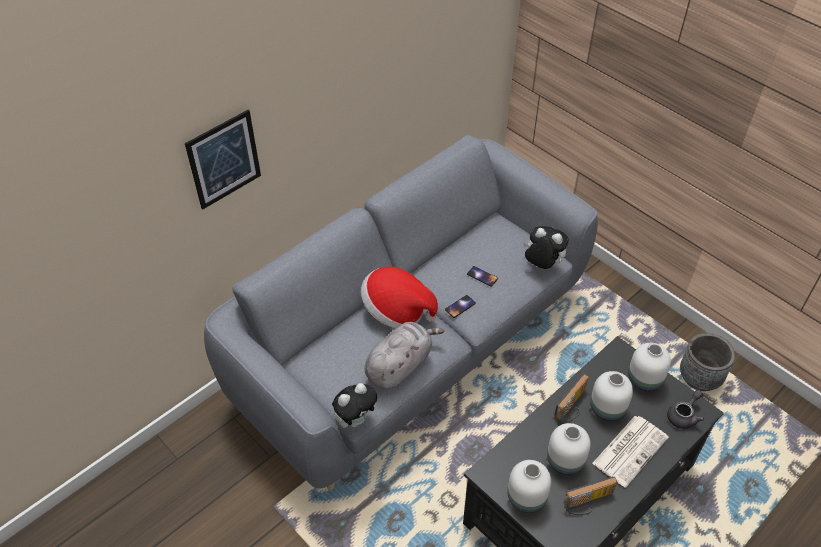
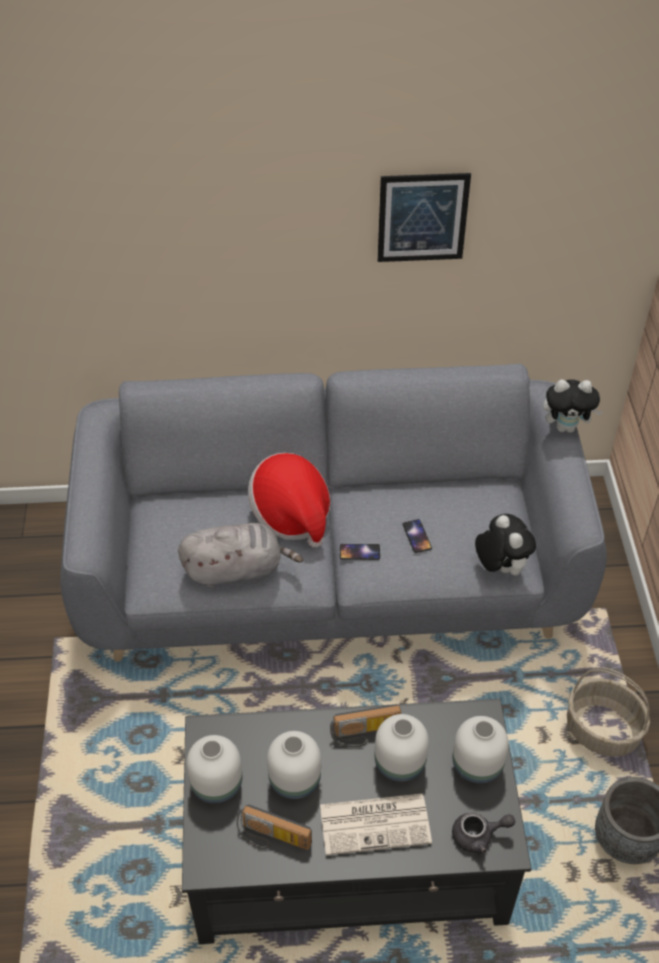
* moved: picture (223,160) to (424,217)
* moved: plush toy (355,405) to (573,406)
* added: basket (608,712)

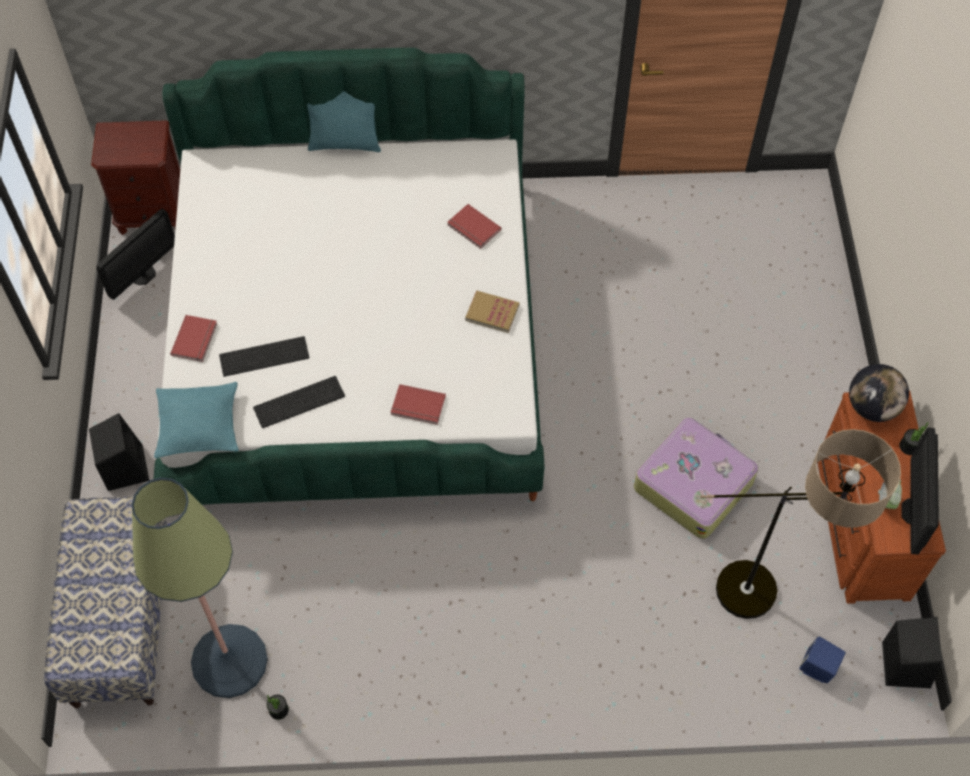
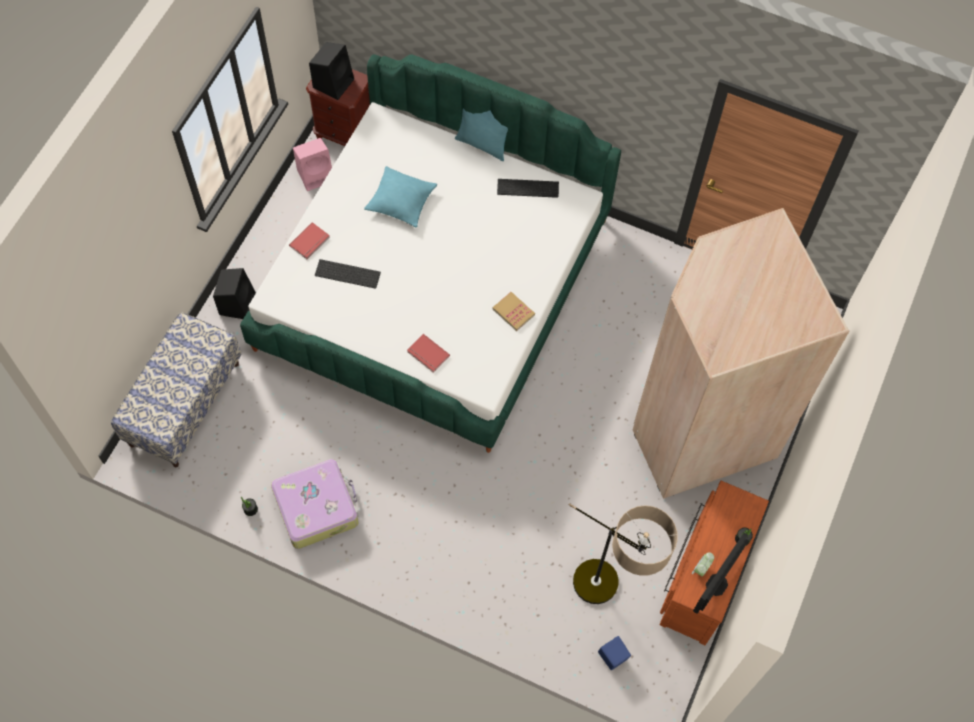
* replaced: monitor (135,254) to pink speaker (312,164)
* removed: floor lamp (199,588)
* moved: turquoise pillow (196,420) to (400,196)
* moved: keyboard (299,402) to (528,188)
* removed: red book (474,226)
* moved: suitcase (696,478) to (315,504)
* removed: globe (879,393)
* moved: black speaker (912,652) to (331,71)
* added: beige wardrobe (741,353)

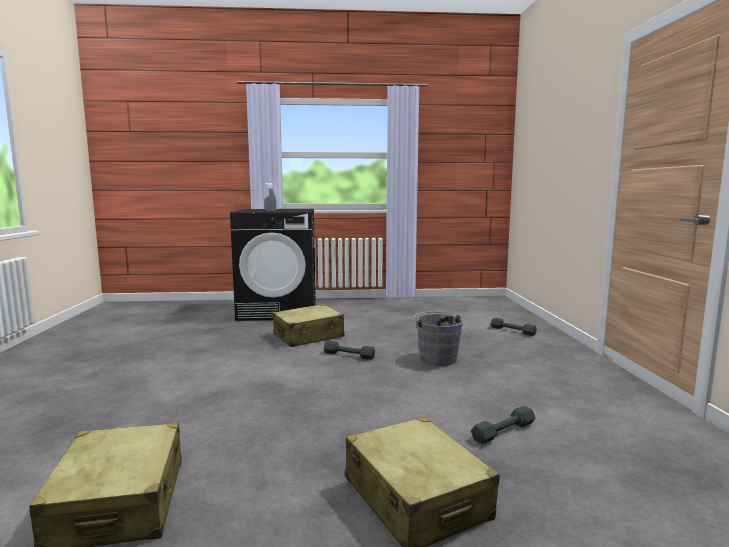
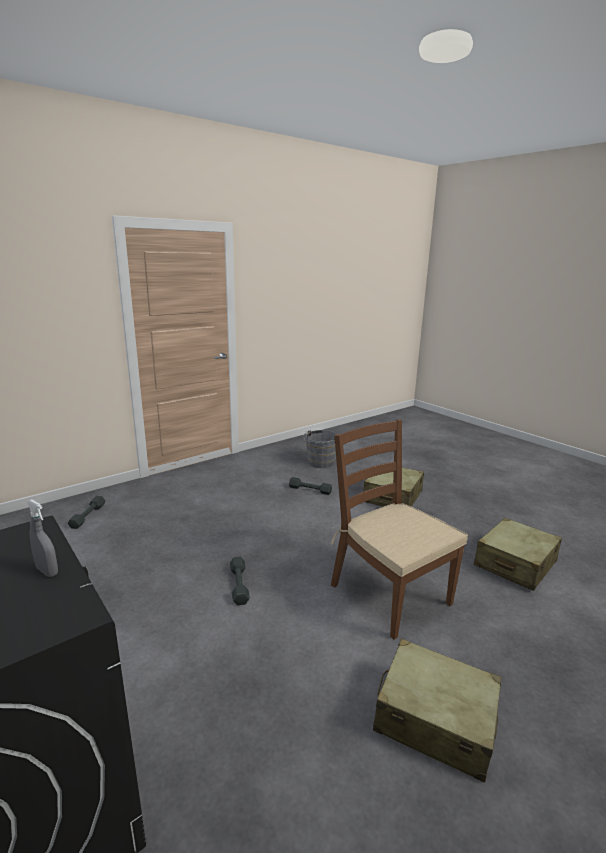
* moved: beige suitcase (309,325) to (437,711)
* moved: grey bucket (438,339) to (320,449)
* added: brown chair (399,529)

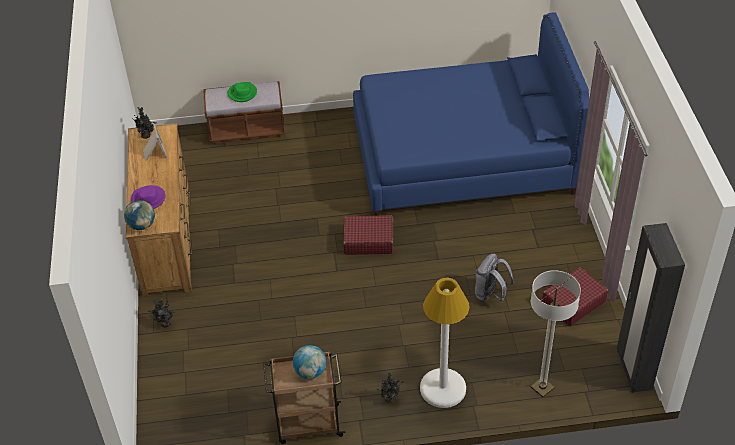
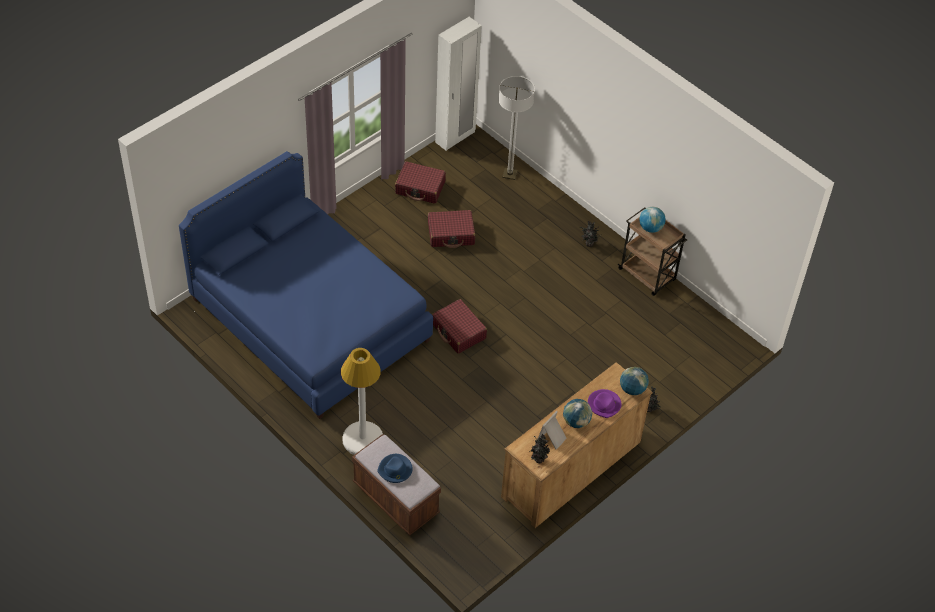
* recoloured: green hat (242,92) to blue hat (395,468)
* moved: white floor lamp (445,343) to (362,401)
* replaced: grey backpack (494,278) to red suitcase (451,229)
* recoloured: black wardrobe (651,308) to white wardrobe (458,84)
* added: globe (577,413)

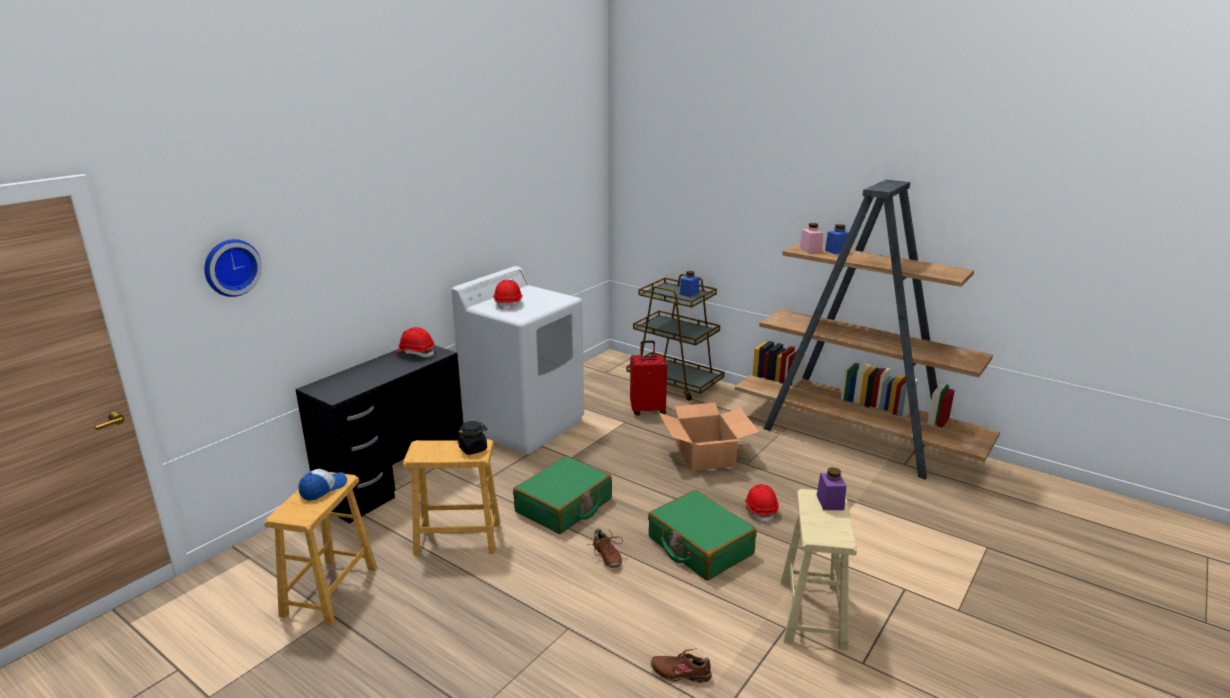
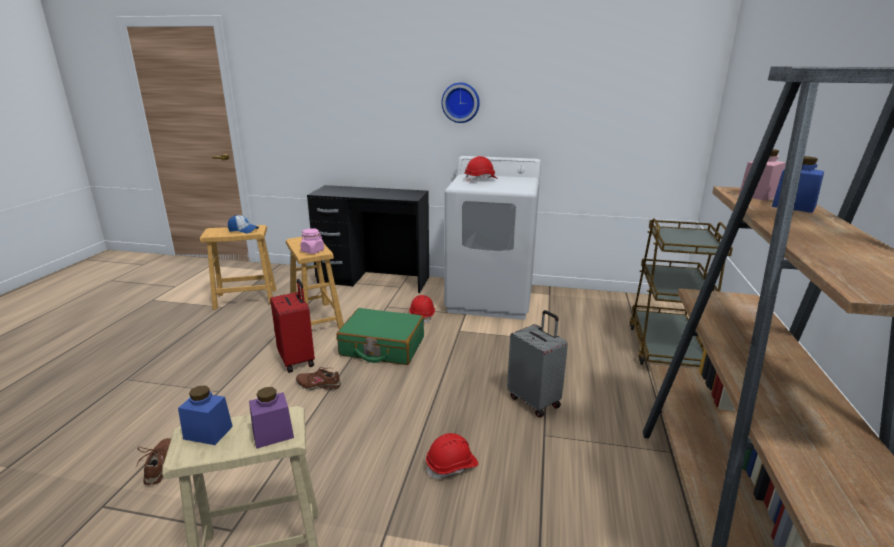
* moved: wall clock (233,268) to (461,102)
* moved: red hard hat (415,342) to (422,310)
* recoloured: black jar (472,438) to pink jar (312,241)
* turned: brown shoe (605,548) = (318,378) 60 degrees clockwise
* moved: red suitcase (648,378) to (292,326)
* removed: green suitcase (702,535)
* replaced: cardboard box (708,437) to grey suitcase (537,364)
* moved: blue jar (689,284) to (205,415)

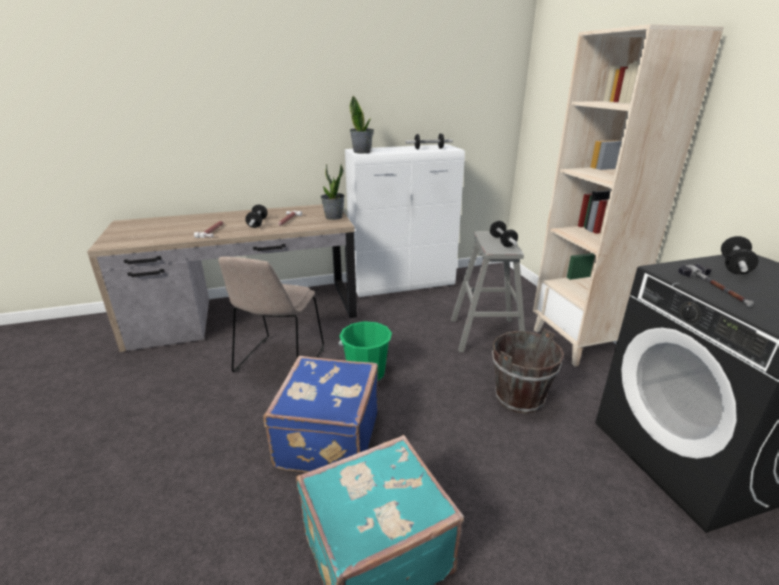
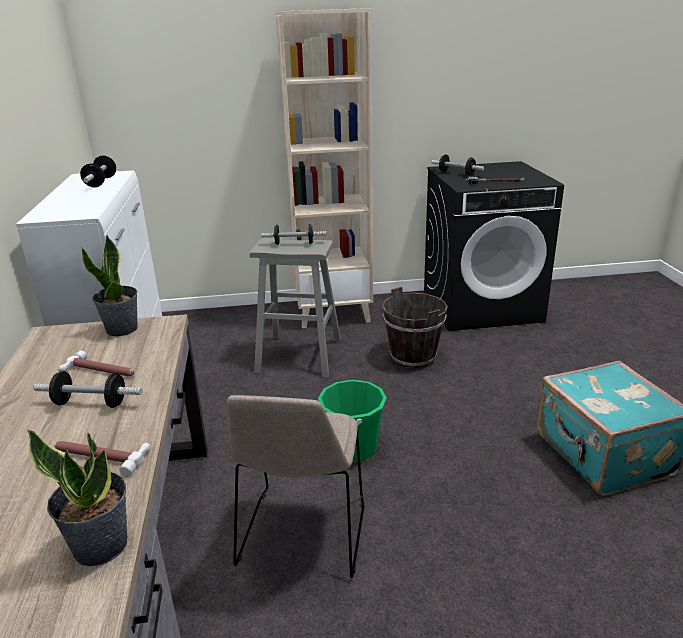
* turned: beige chair (271,314) = (296,486) 75 degrees clockwise
* removed: blue suitcase (320,414)
* moved: potted plant (362,124) to (77,497)

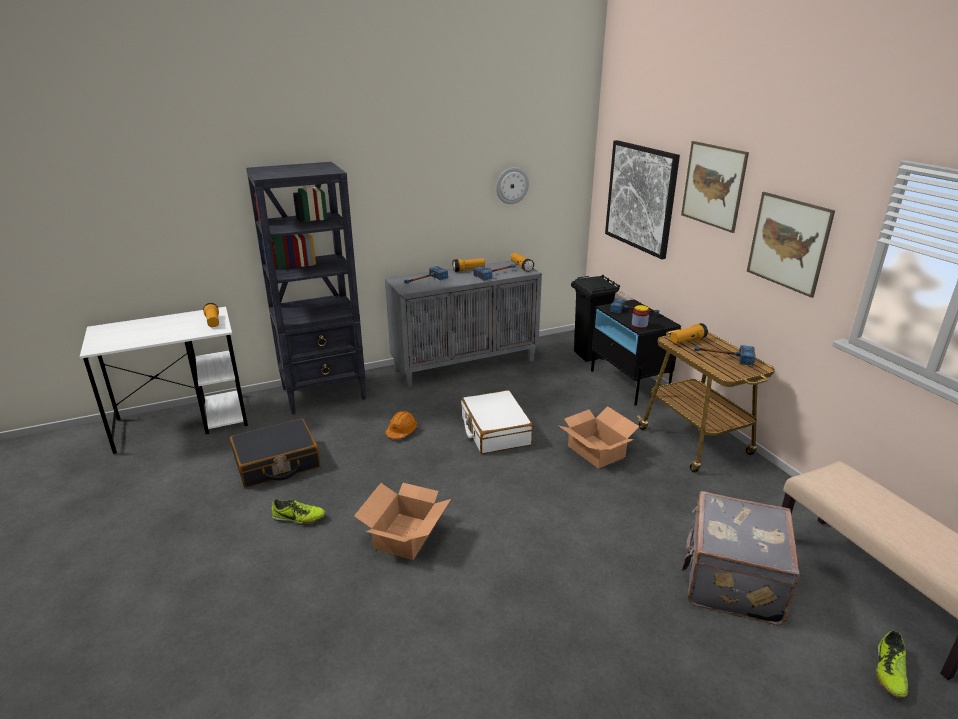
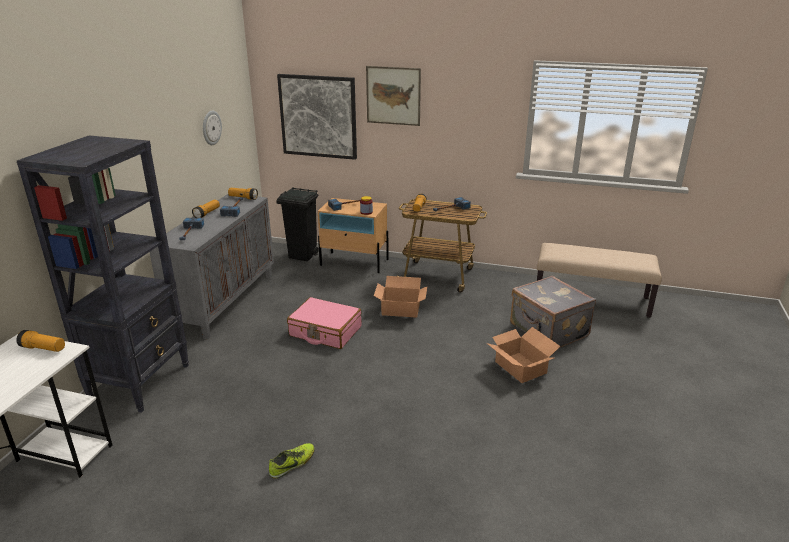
* removed: black suitcase (275,453)
* moved: cardboard box (402,521) to (523,355)
* removed: orange hard hat (401,425)
* recoloured: white suitcase (497,422) to pink suitcase (324,323)
* recoloured: black nightstand (636,352) to beige nightstand (353,235)
* removed: picture (791,245)
* removed: shoe (892,664)

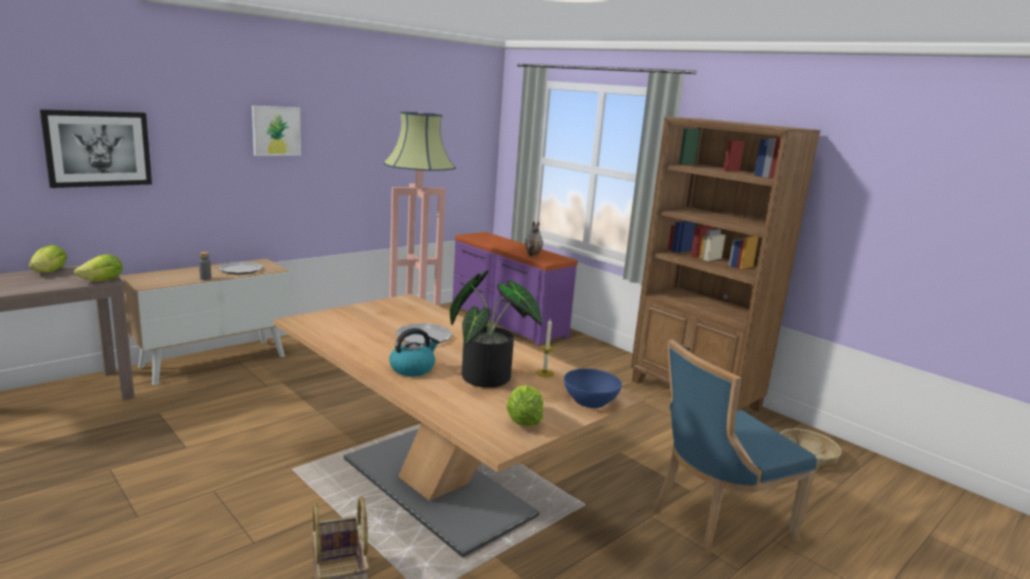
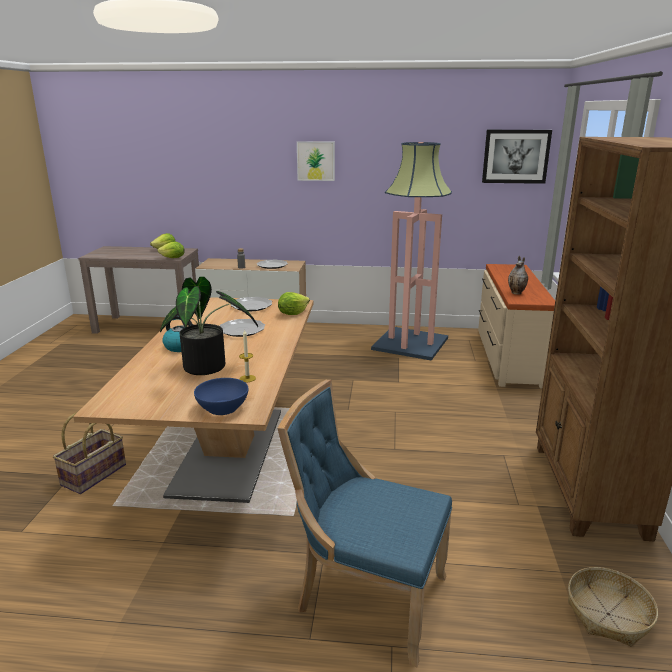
* moved: picture (96,148) to (517,157)
* recoloured: purple dresser (515,289) to beige dresser (516,326)
* moved: lettuce (525,405) to (294,303)
* added: plate (251,304)

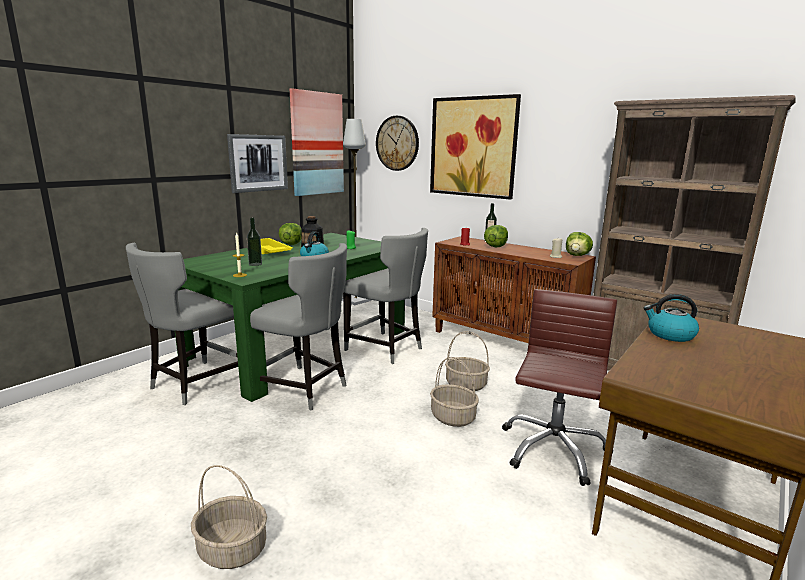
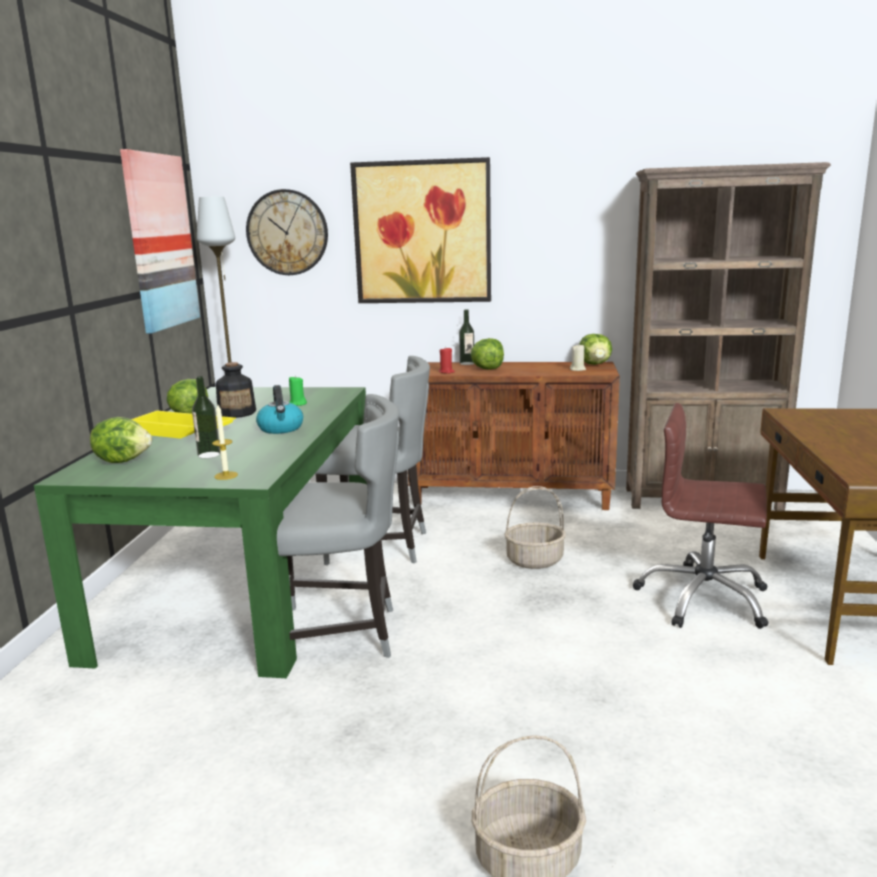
* removed: grey chair (182,324)
* removed: picture (257,163)
* removed: basket (454,392)
* turned: brown office chair (559,387) = (701,516) 60 degrees counterclockwise
* removed: kettle (671,318)
* added: lettuce (121,440)

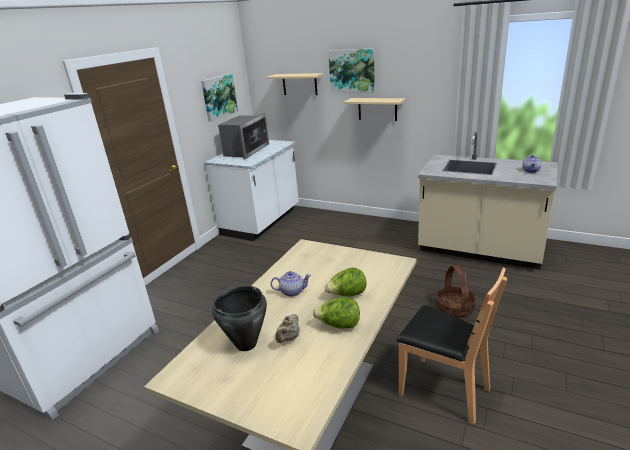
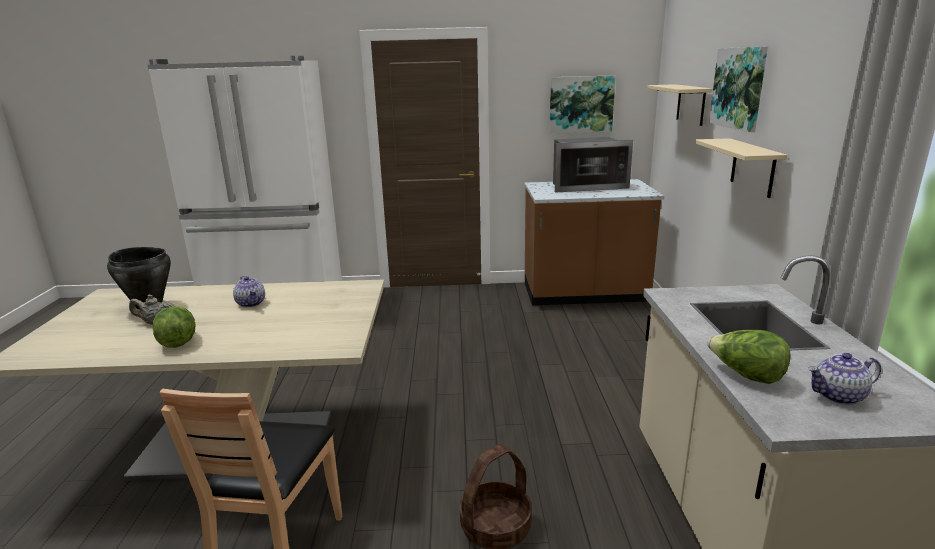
* recoloured: white counter (251,190) to brown counter (594,242)
* moved: lettuce (345,282) to (749,357)

